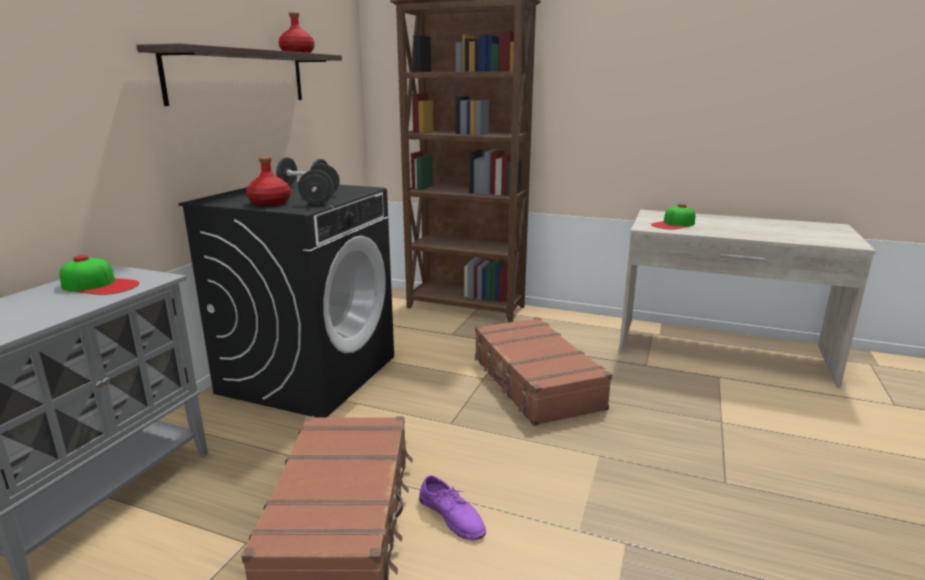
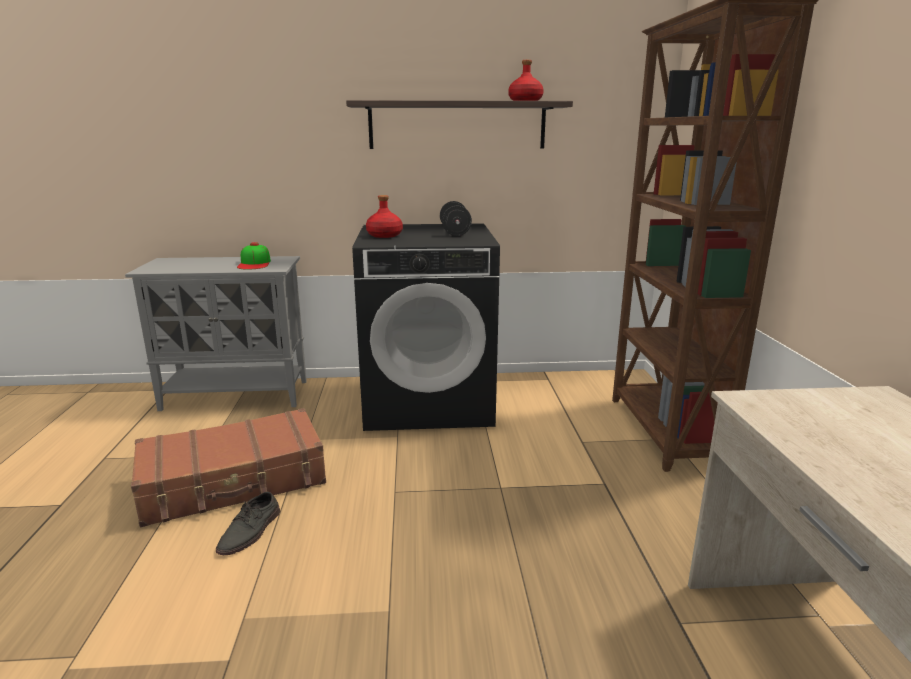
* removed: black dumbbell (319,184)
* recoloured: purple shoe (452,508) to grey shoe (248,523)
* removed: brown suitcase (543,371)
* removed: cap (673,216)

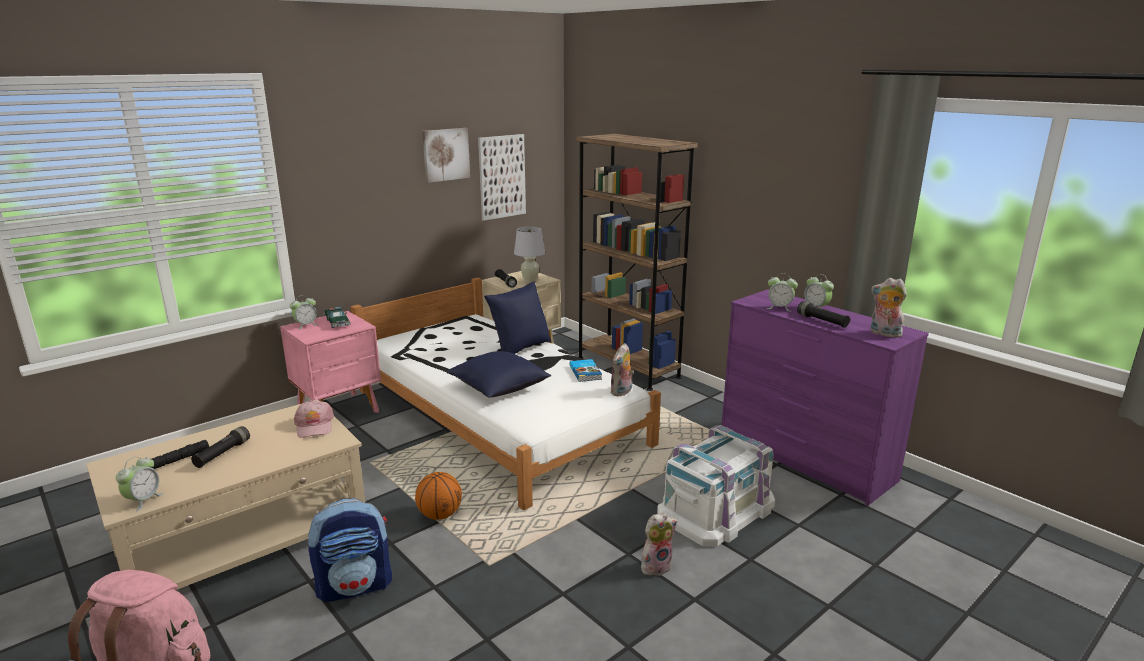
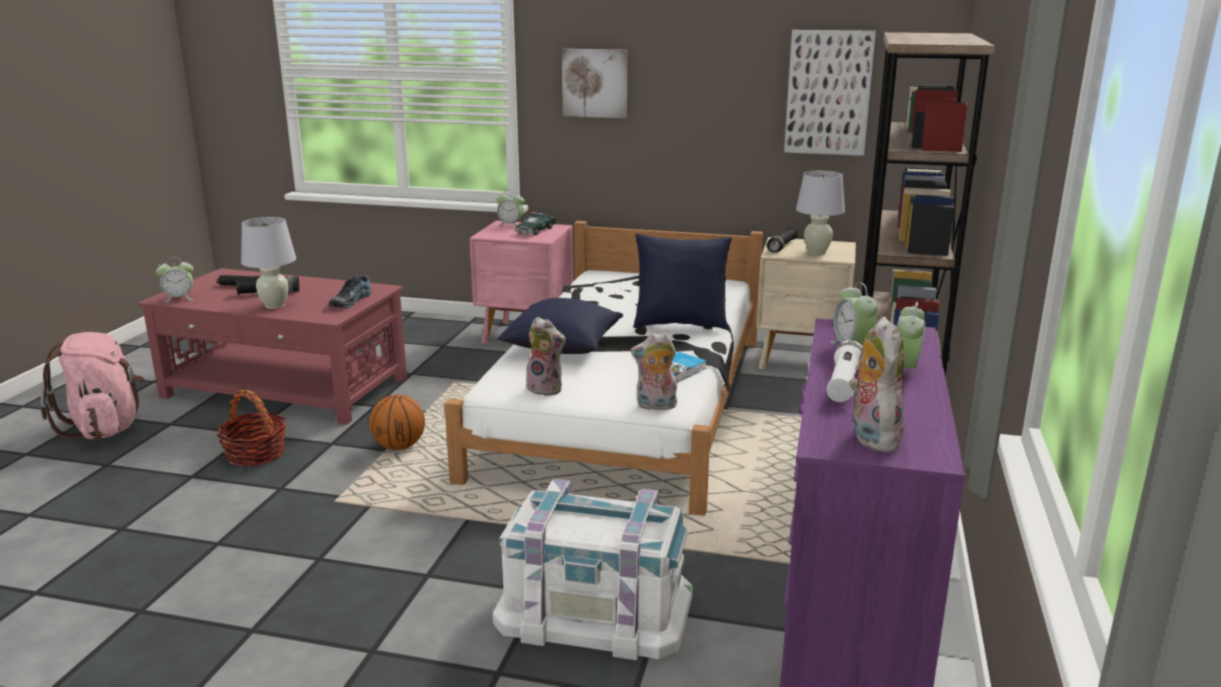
* recoloured: beige coffee table (225,494) to red coffee table (272,346)
* replaced: pink cap (314,419) to shoe (350,291)
* replaced: backpack (350,550) to basket (252,428)
* moved: picture (446,155) to (594,83)
* moved: plush toy (659,544) to (546,356)
* recoloured: black flashlight (823,314) to white flashlight (844,371)
* added: white table lamp (268,263)

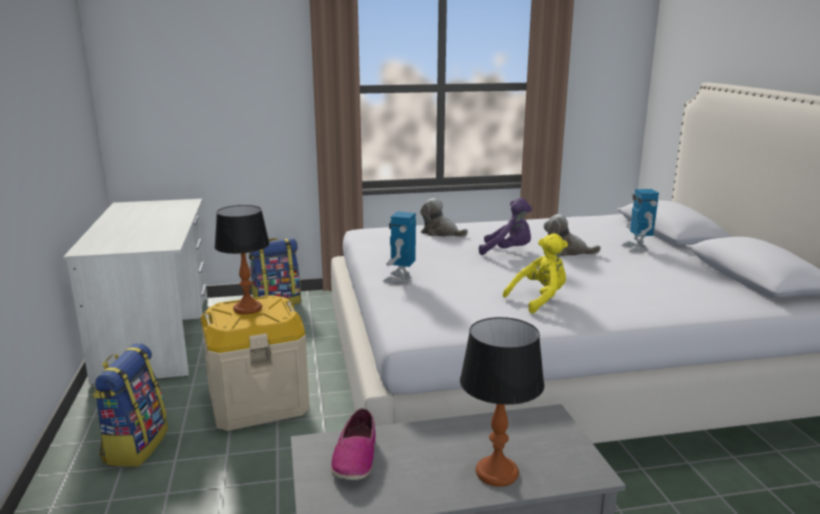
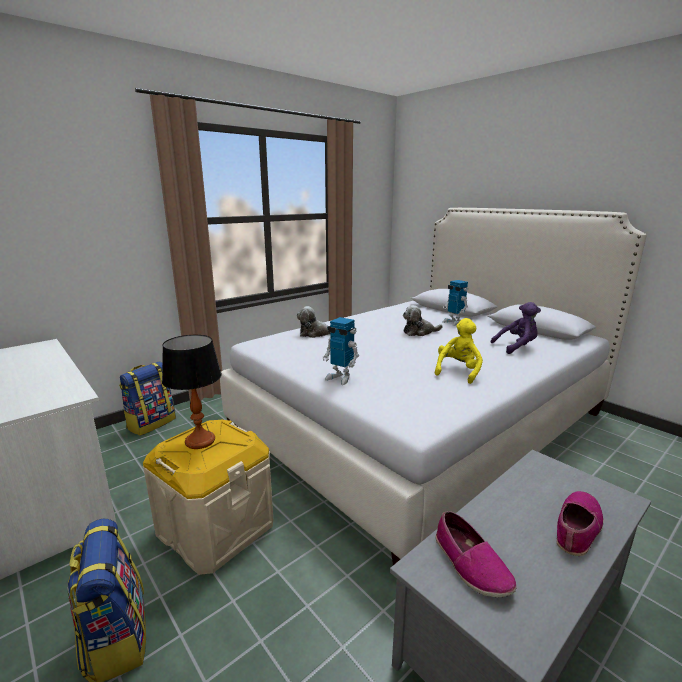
* turned: toy robot (399,247) = (341,351) 45 degrees counterclockwise
* replaced: table lamp (502,402) to shoe (580,523)
* moved: purple plush toy (505,226) to (516,328)

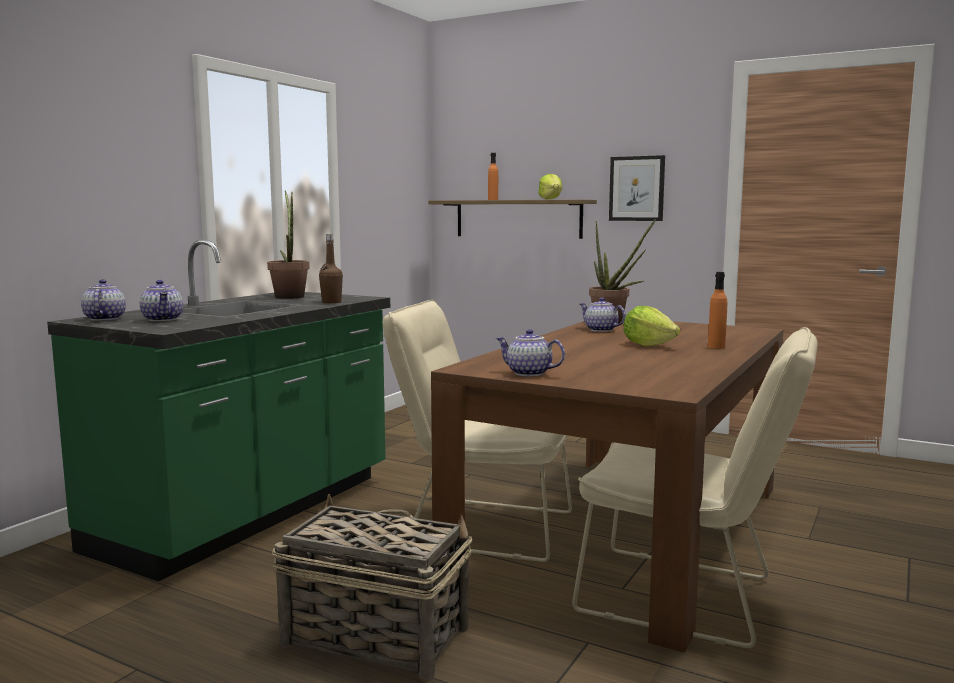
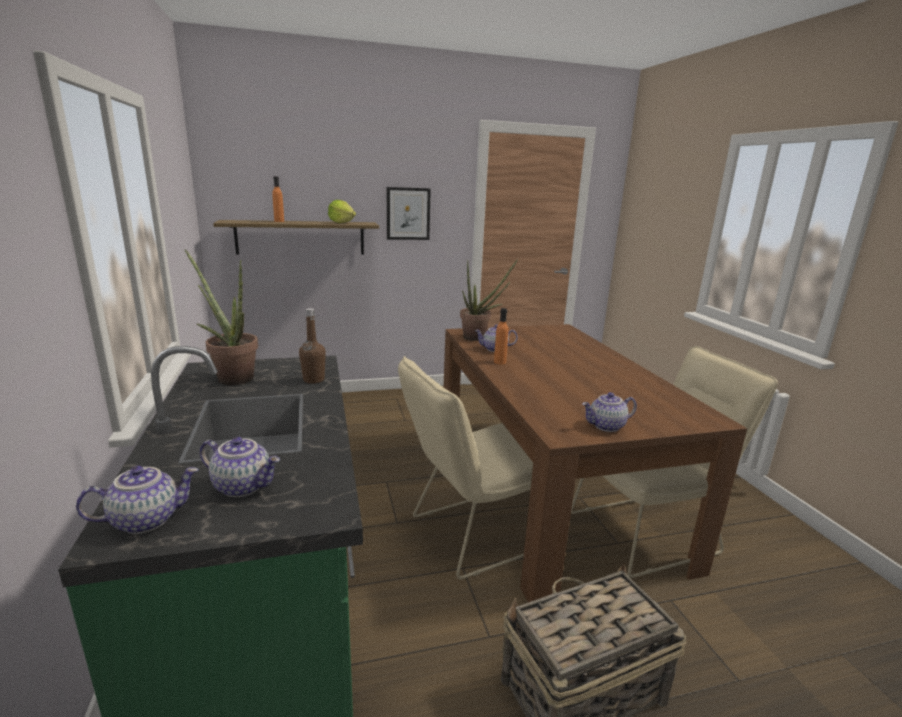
* turned: teapot (103,300) = (137,500) 120 degrees clockwise
* removed: lettuce (651,326)
* moved: orange bottle (717,310) to (501,336)

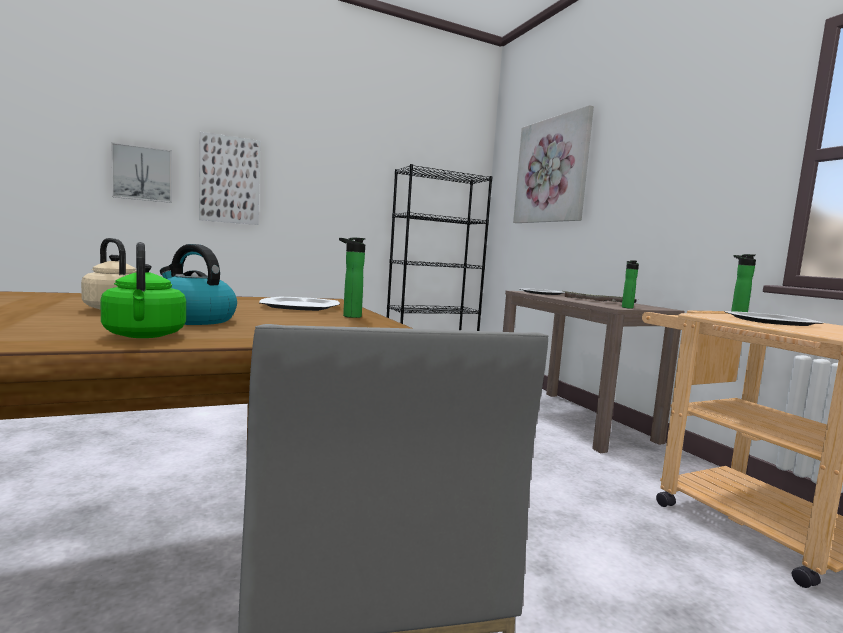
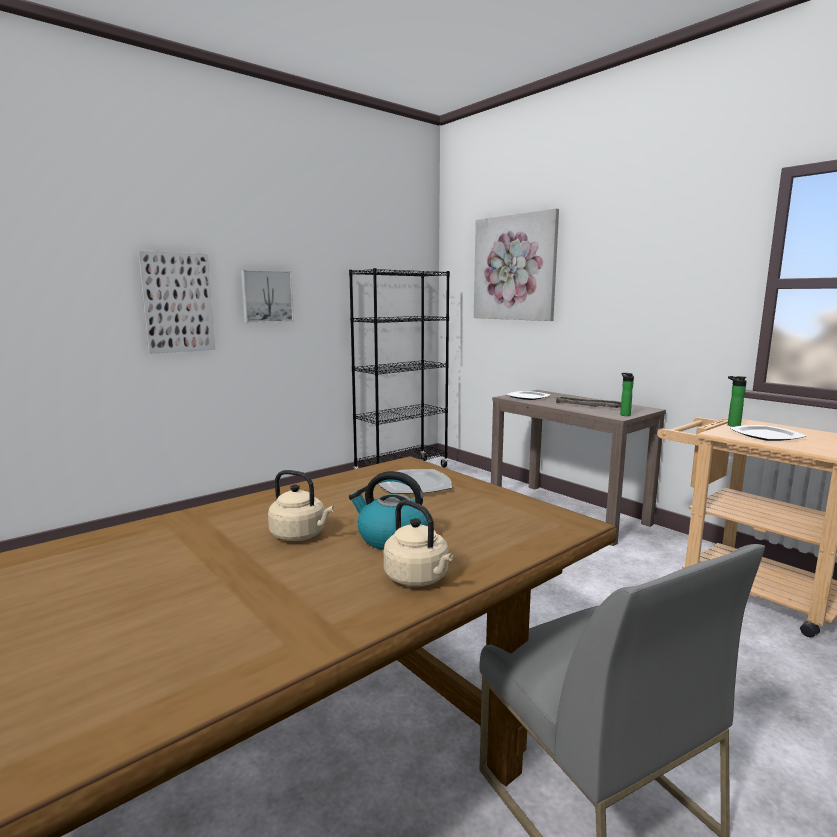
* recoloured: green kettle (143,290) to beige kettle (418,543)
* moved: picture (141,172) to (267,296)
* removed: bottle (352,278)

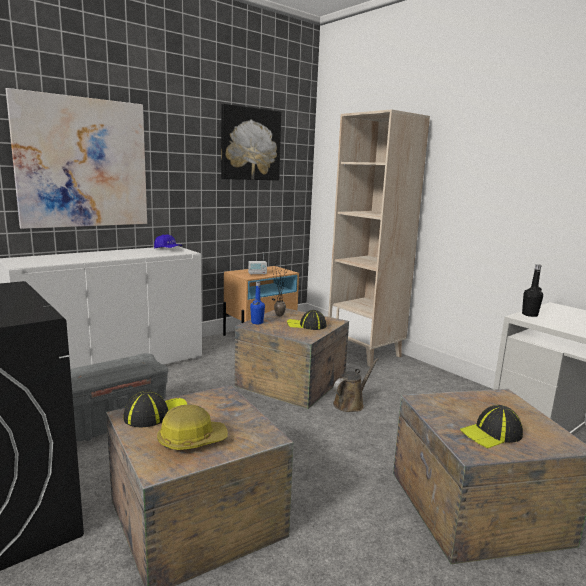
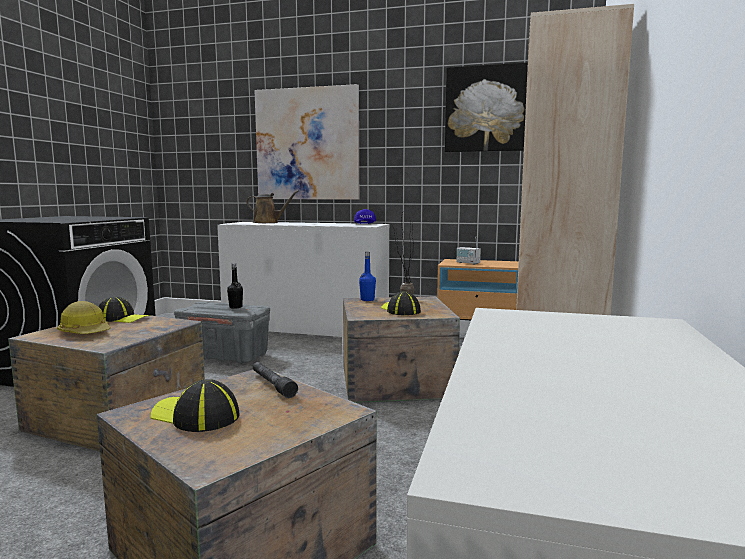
* moved: brown watering can (356,385) to (272,206)
* moved: black bottle (532,290) to (235,286)
* added: grey flashlight (275,380)

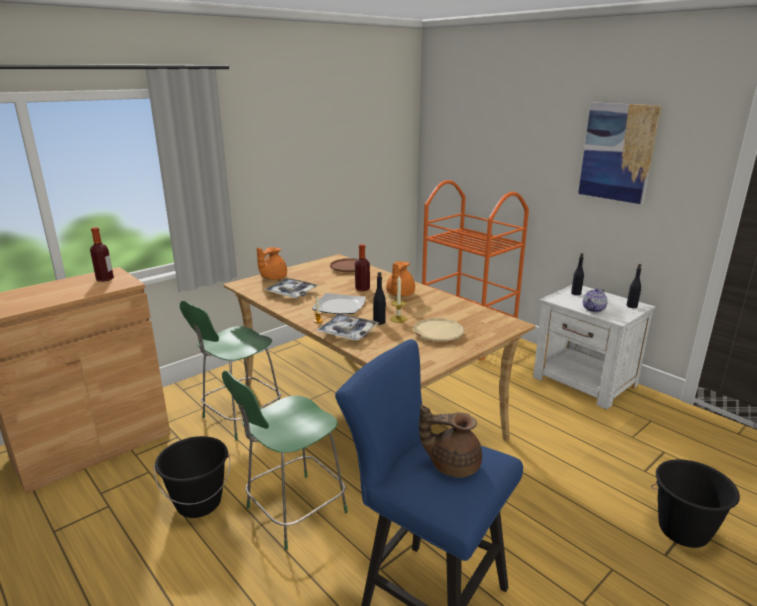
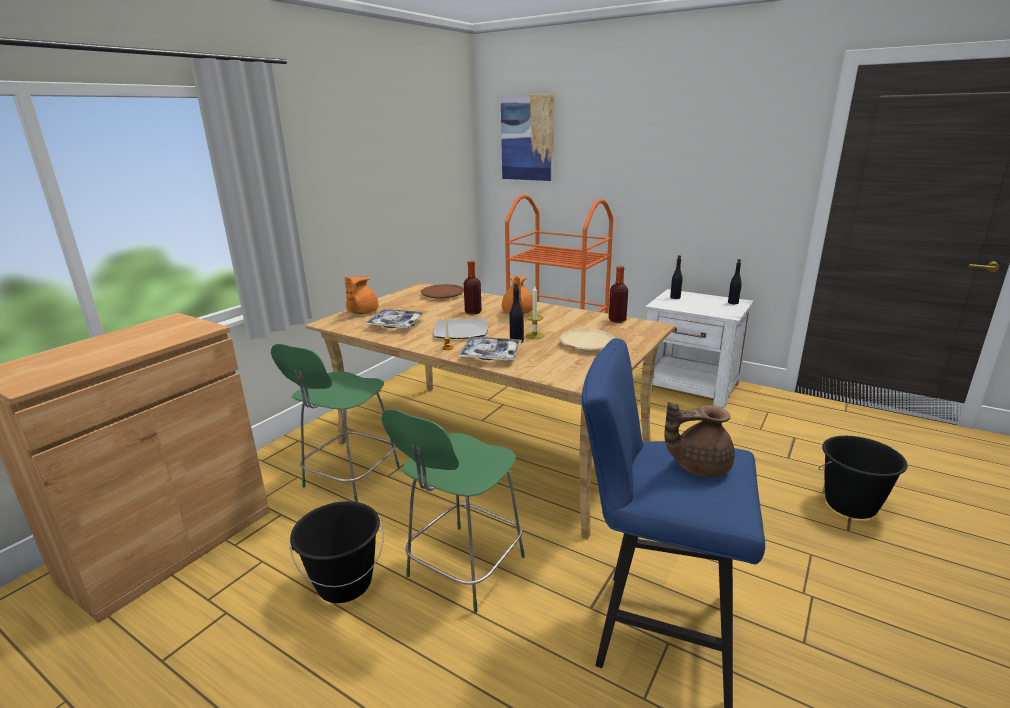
* moved: bottle (102,254) to (618,294)
* moved: picture (620,153) to (528,137)
* removed: teapot (595,300)

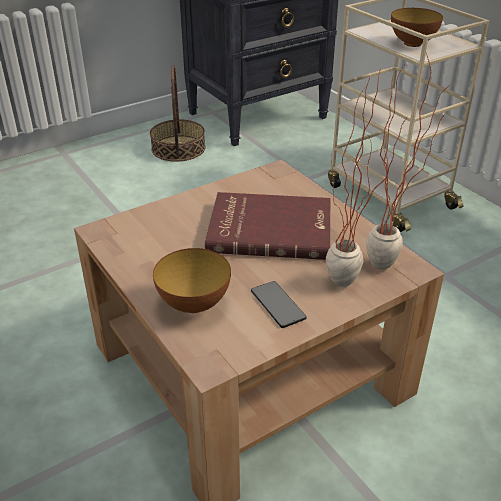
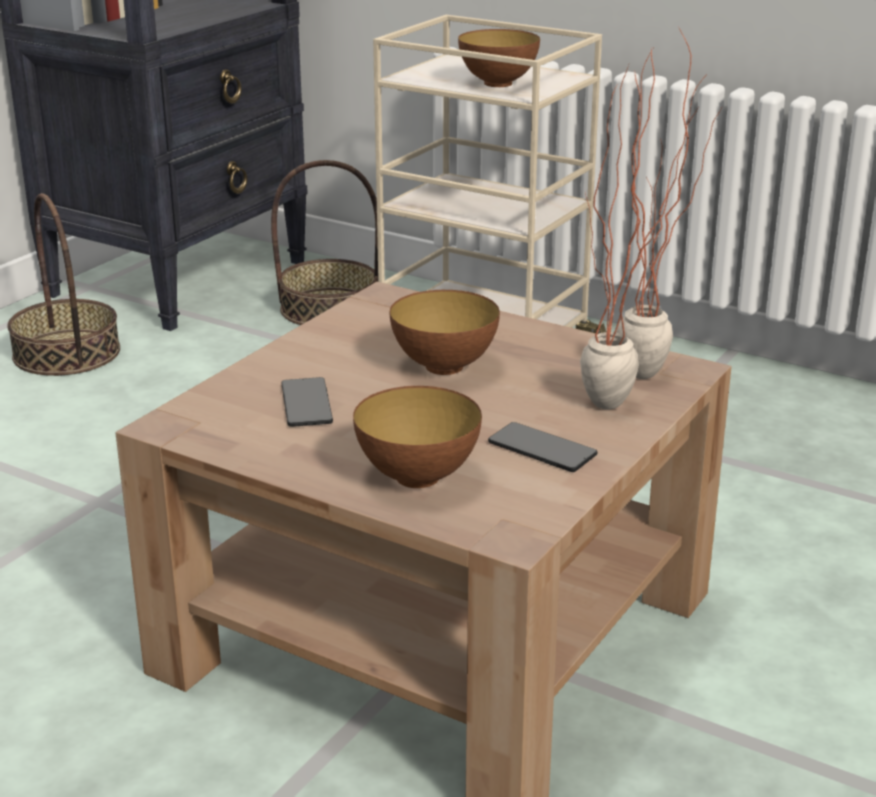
* replaced: red book (267,226) to bowl (444,332)
* added: basket (324,242)
* added: phone (307,402)

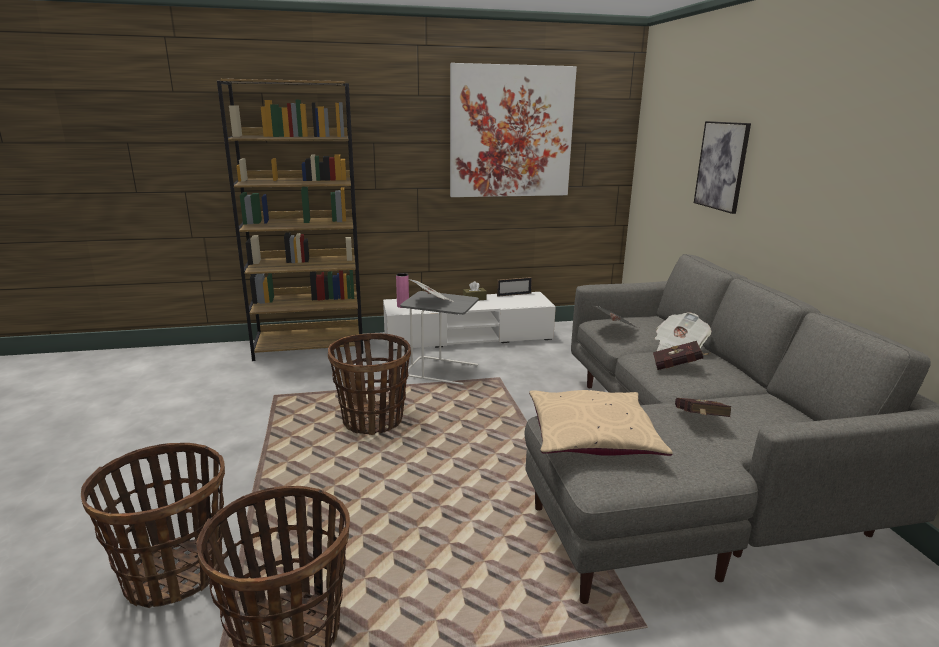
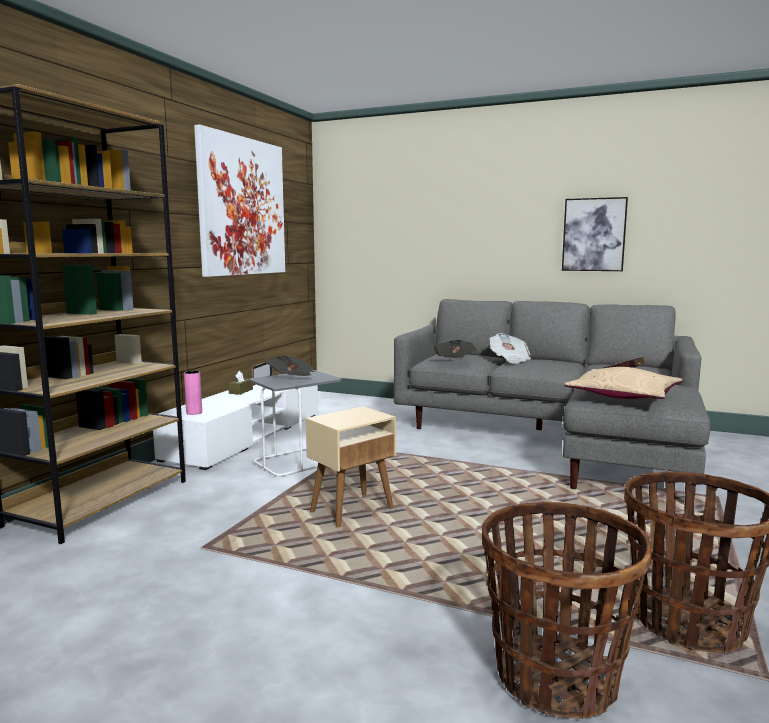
* replaced: basket (369,384) to beige side table (351,467)
* removed: red book (681,355)
* moved: picture (722,167) to (595,234)

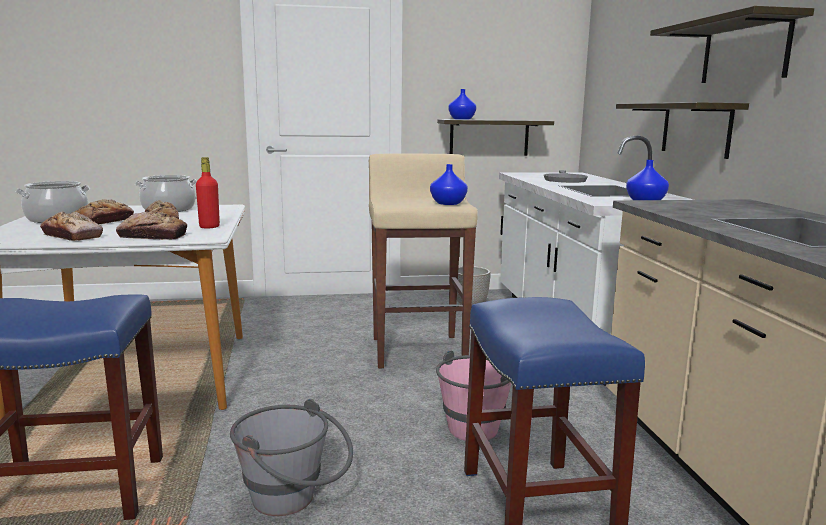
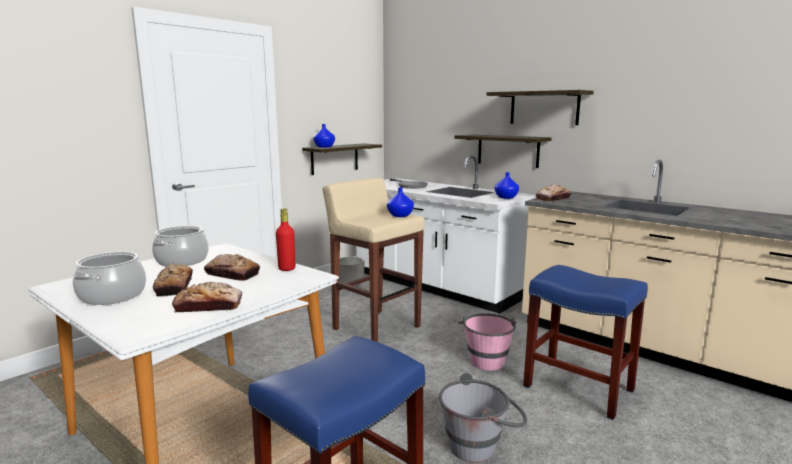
* moved: bread (151,226) to (553,192)

